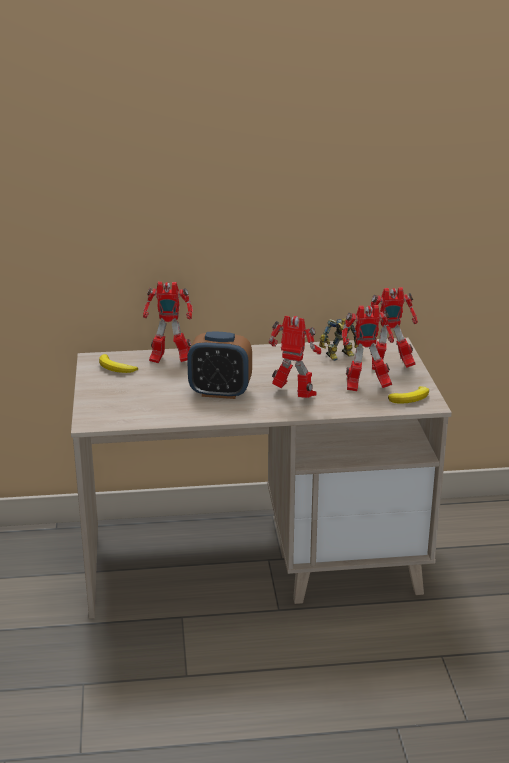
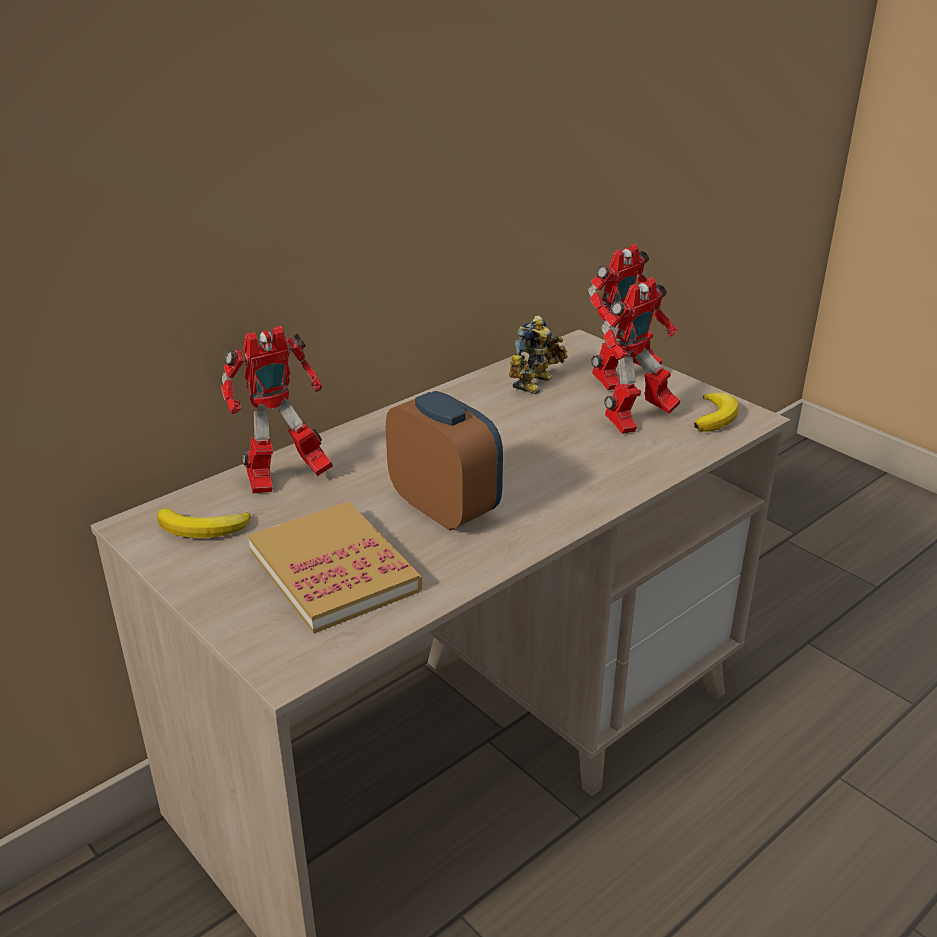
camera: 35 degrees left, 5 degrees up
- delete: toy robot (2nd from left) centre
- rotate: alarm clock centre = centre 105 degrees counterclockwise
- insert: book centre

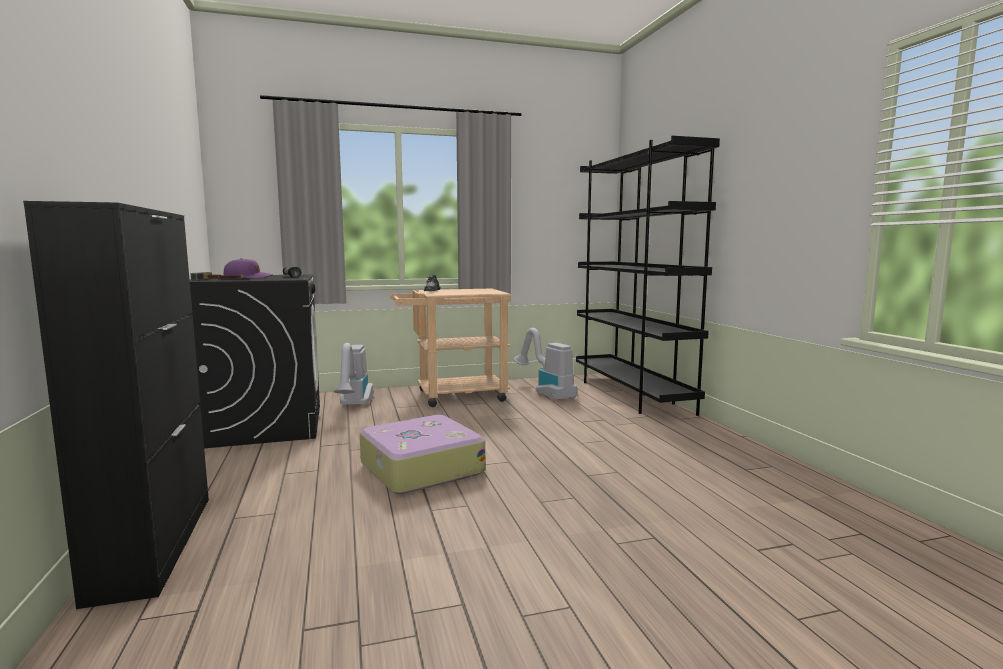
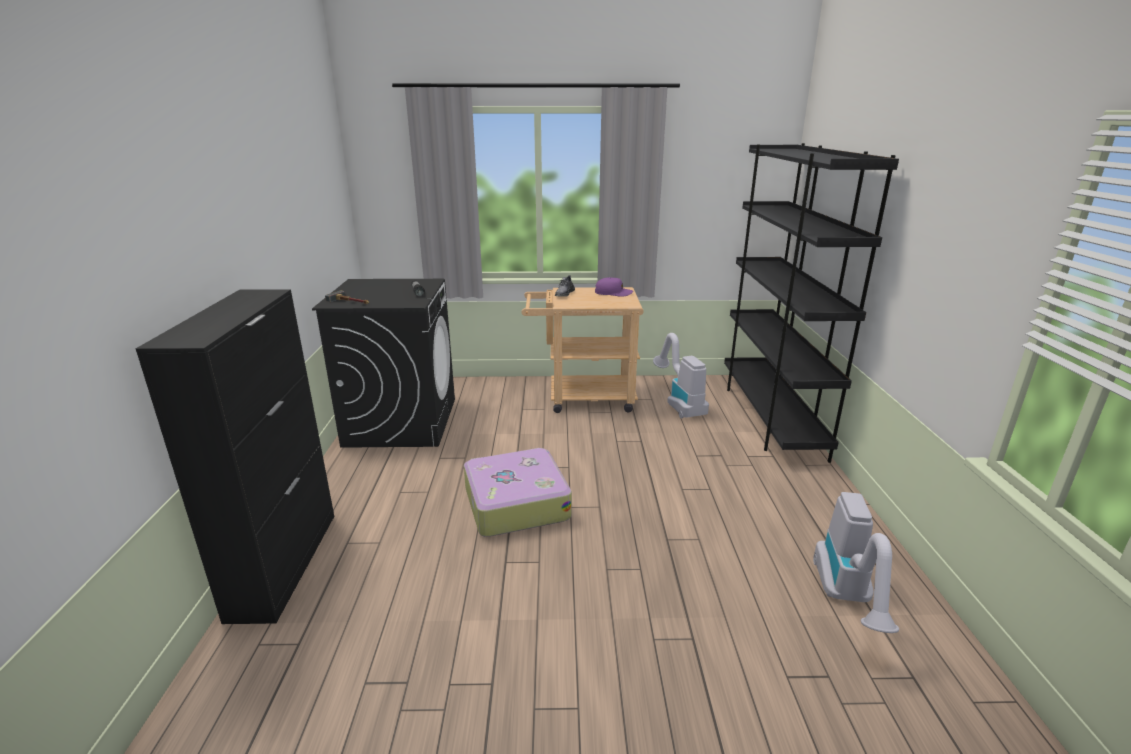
camera: 15 degrees right, 15 degrees up
- move: purple cap middle left to centre
- move: vacuum cleaner (1st from left in the first image) centre to vacuum cleaner (2nd from left) bottom right

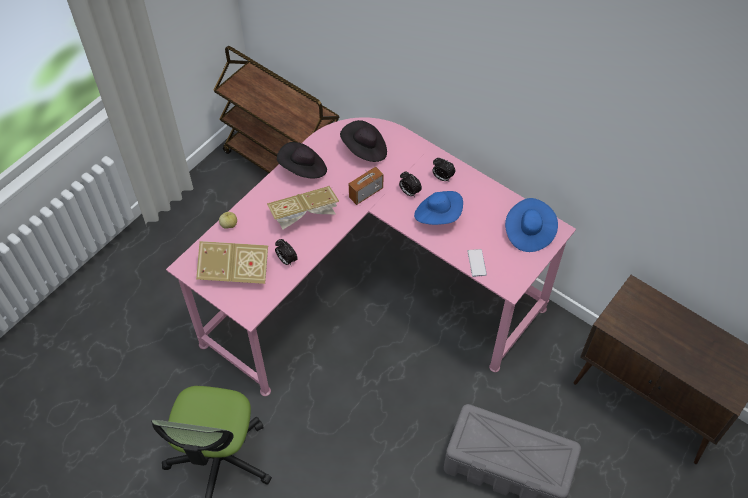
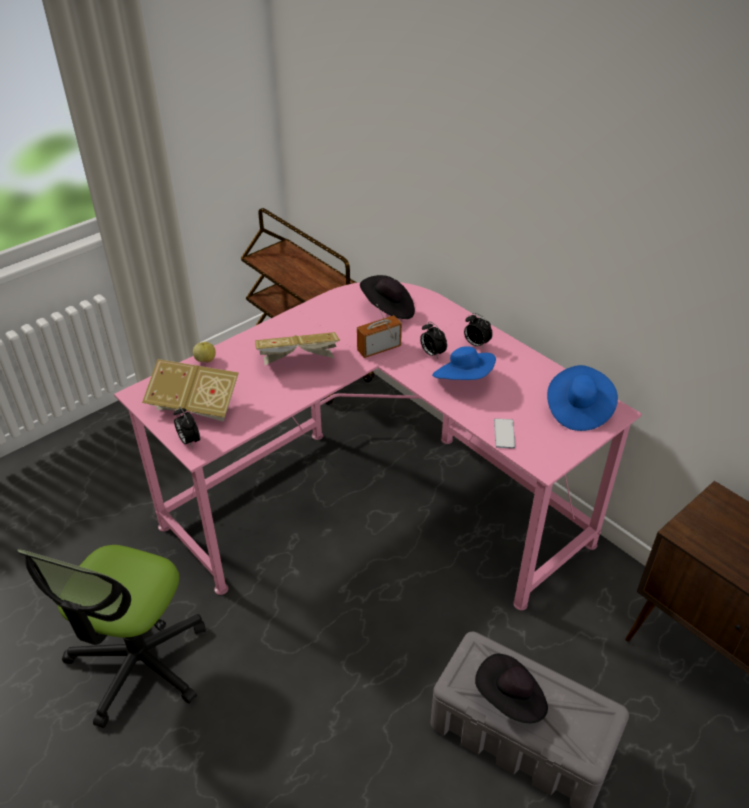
camera: 10 degrees right, 15 degrees down
- move: black hat (1st from left in the first image) top centre to black hat (2nd from left) bottom right
- move: alarm clock (1st from left) centre to middle left

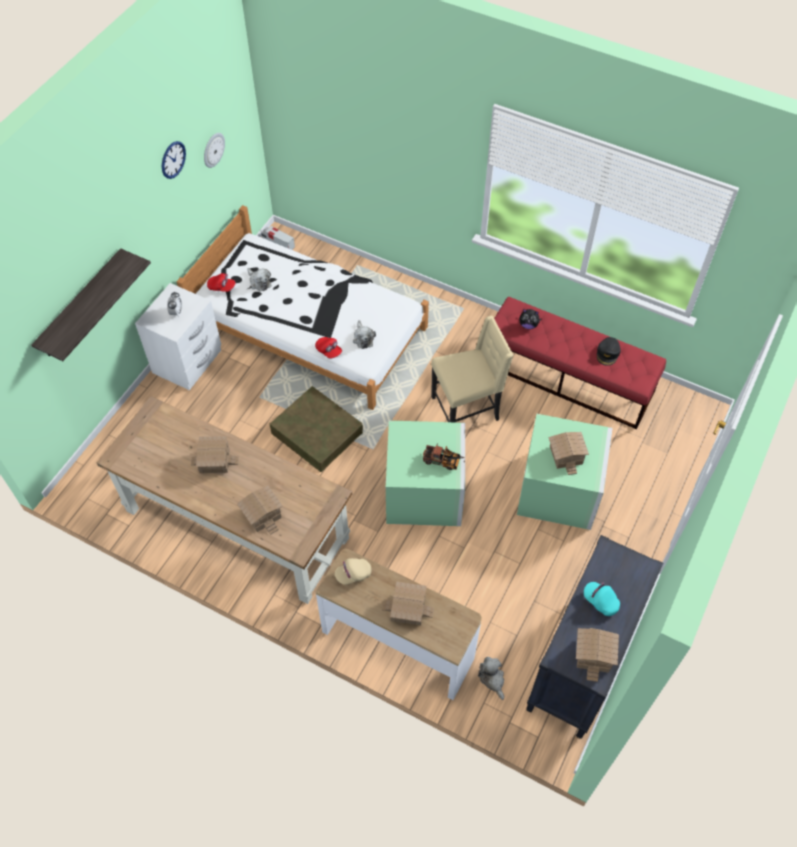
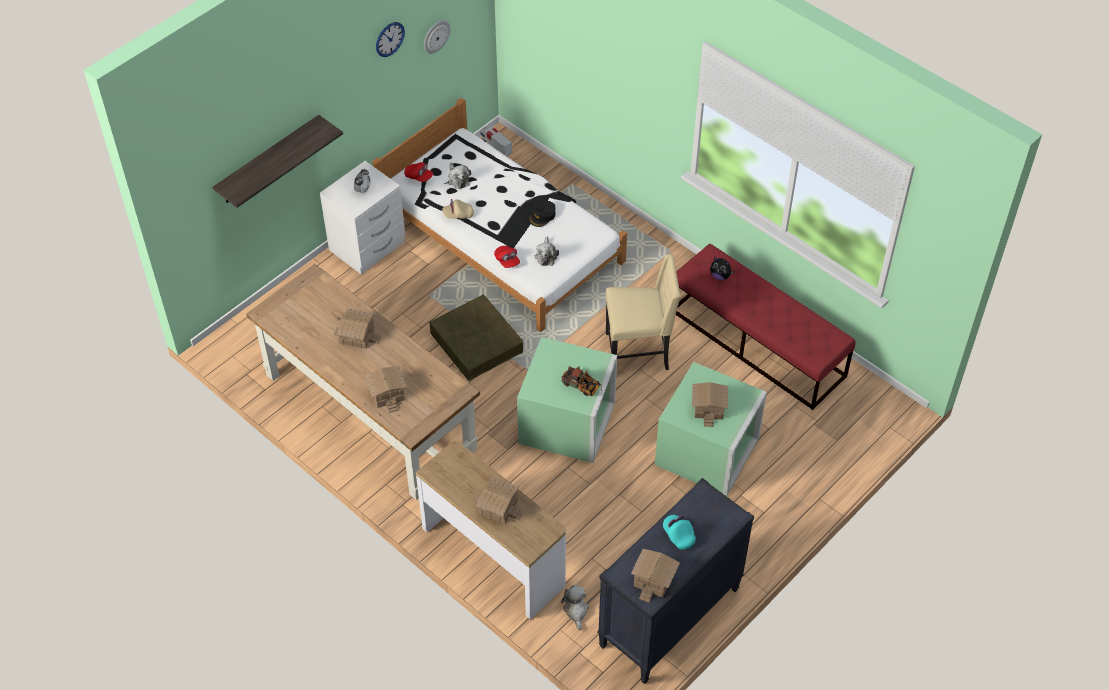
camera: 15 degrees right, 5 degrees down
- move: black cap middle right to top centre
- move: beige cap bottom centre to top centre

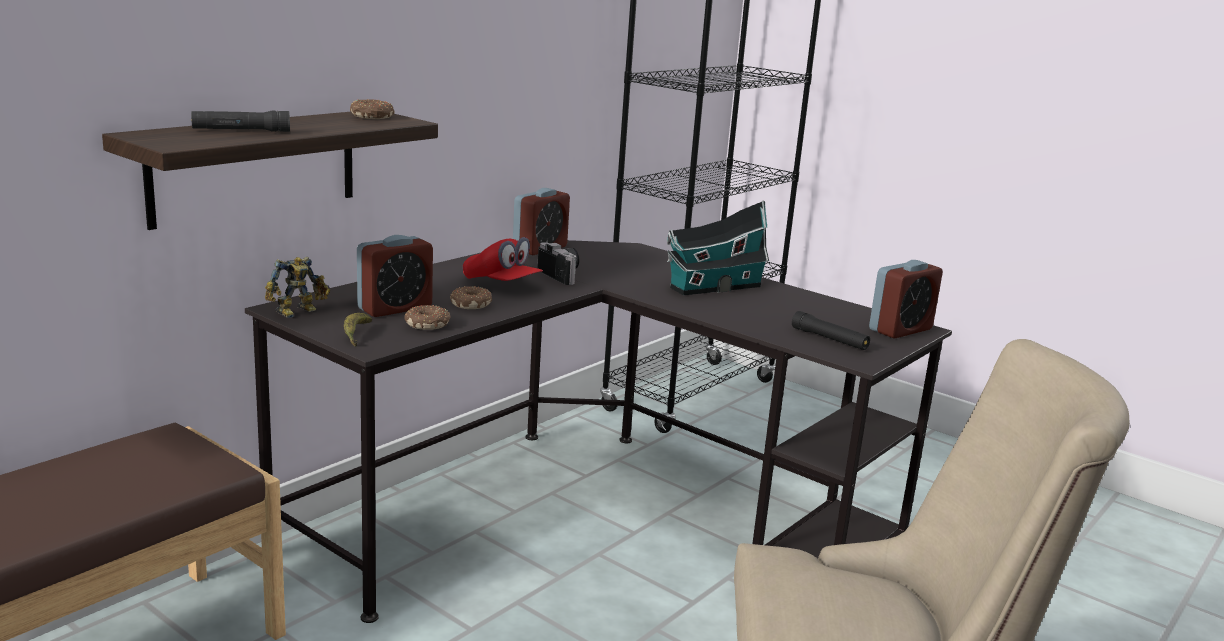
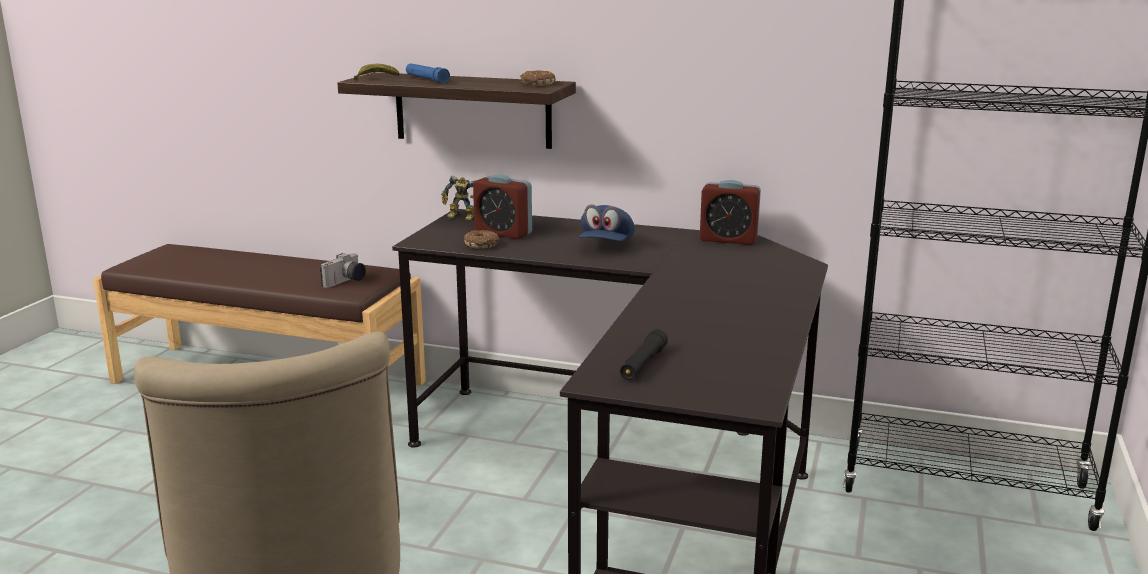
camera: 70 degrees right, 0 degrees up
- recolor: black flashlight (1st from left) top left to blue flashlight top centre
- delete: toy house centre
- recolor: red cap centre to blue cap centre
- move: photo camera centre to middle left
- delete: alarm clock (3rd from left) middle right
- delete: donut (3rd from left) centre
- move: banana middle left to top left

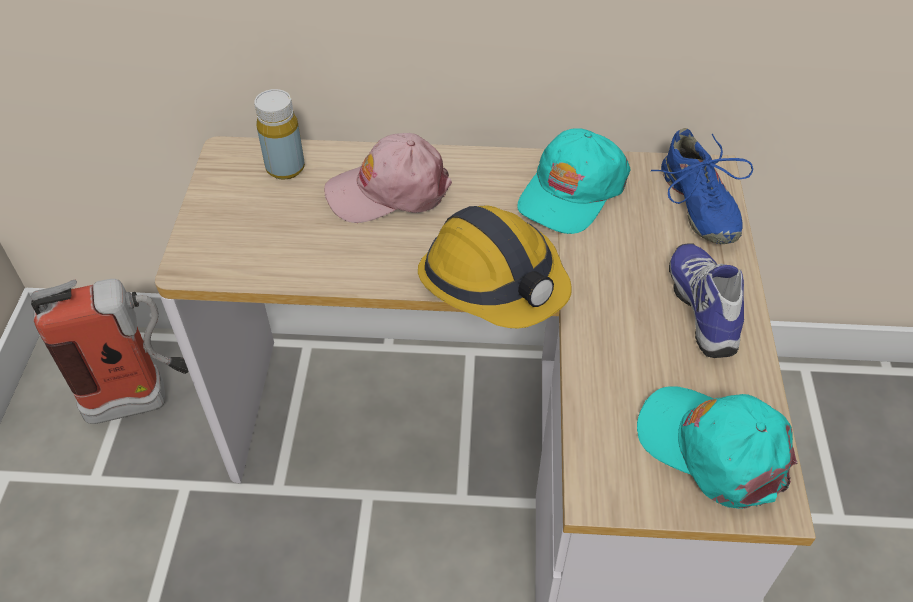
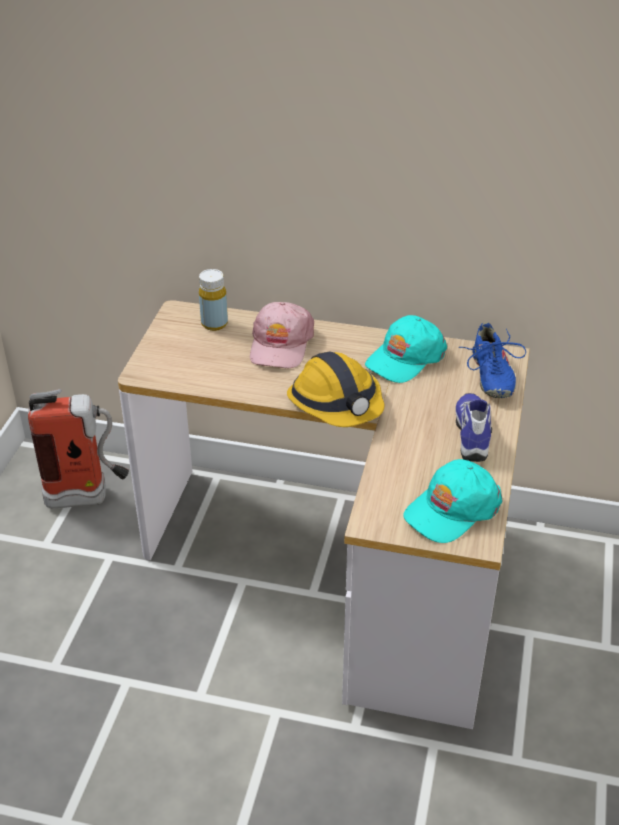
camera: 10 degrees right, 10 degrees down
- rotate: pink cap top centre = centre 75 degrees counterclockwise
- rotate: turquoise cap (2nd from left) bottom right = middle right 90 degrees counterclockwise

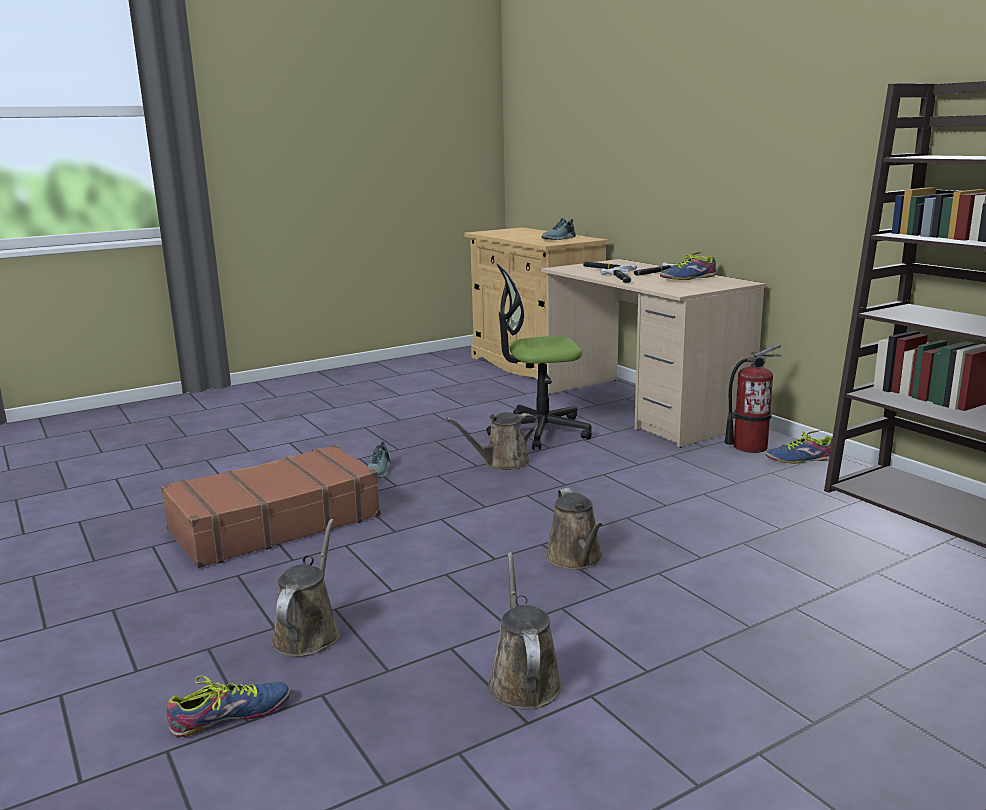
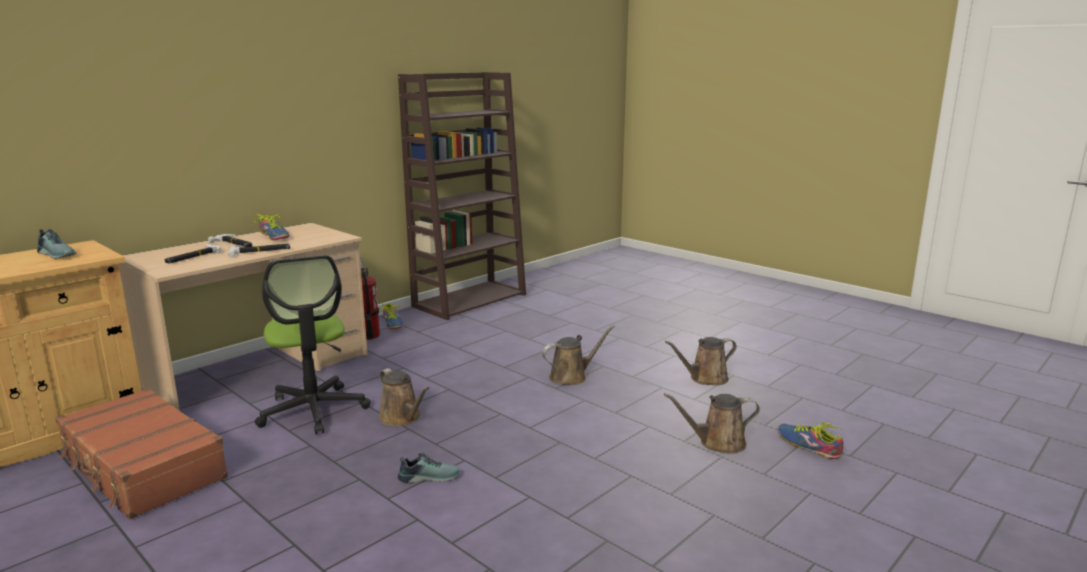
camera: 105 degrees left, 0 degrees up
- move: brown suitcase middle left to bottom left

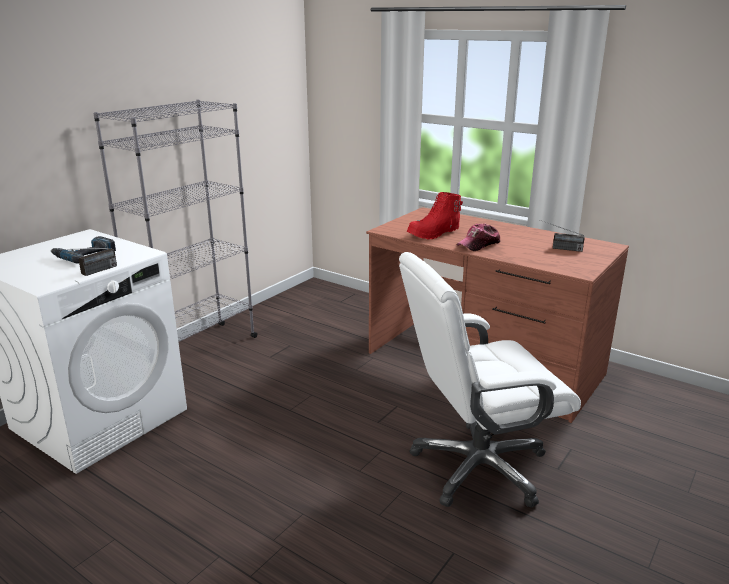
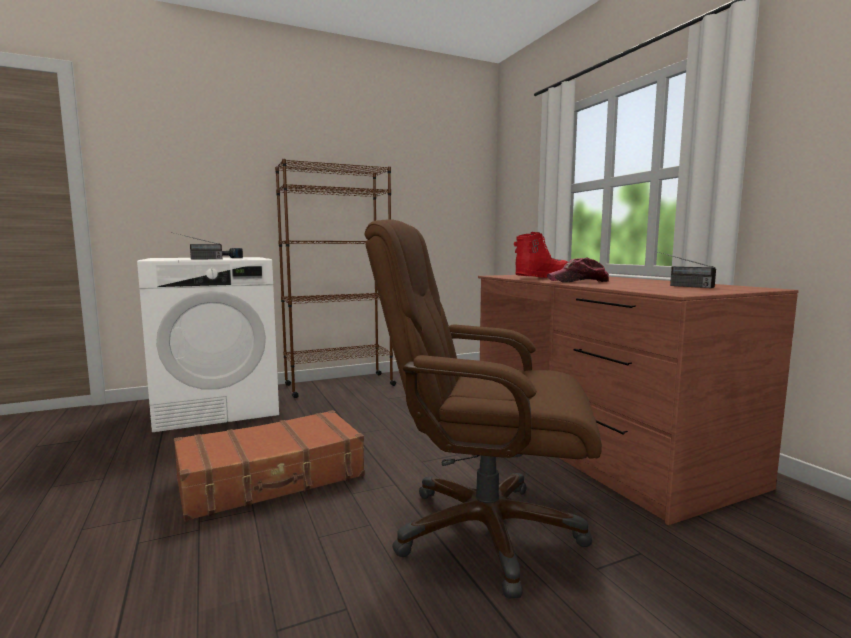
camera: 30 degrees right, 15 degrees down
- recolor: grey bookcase middle left to brown bookcase centre
- rotate: red boot centre = centre 150 degrees clockwise
- recolor: white office chair middle right to brown office chair centre
- insert: brown suitcase bottom left

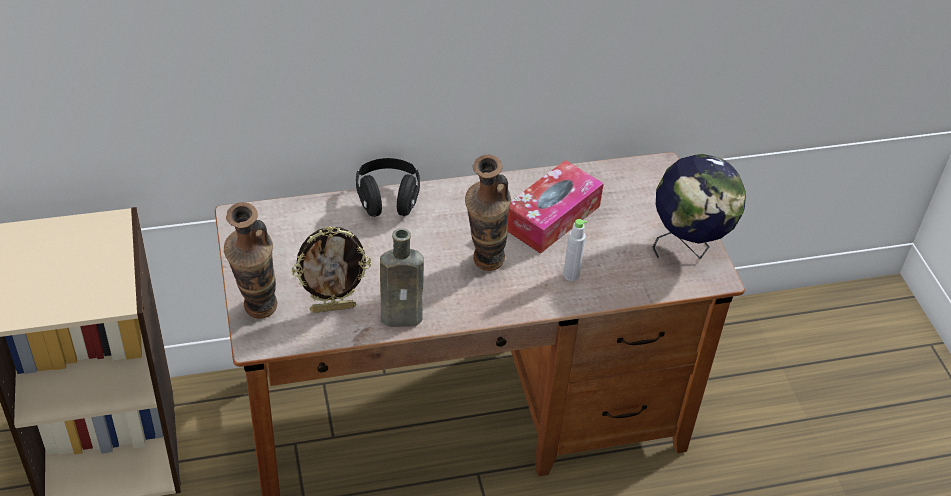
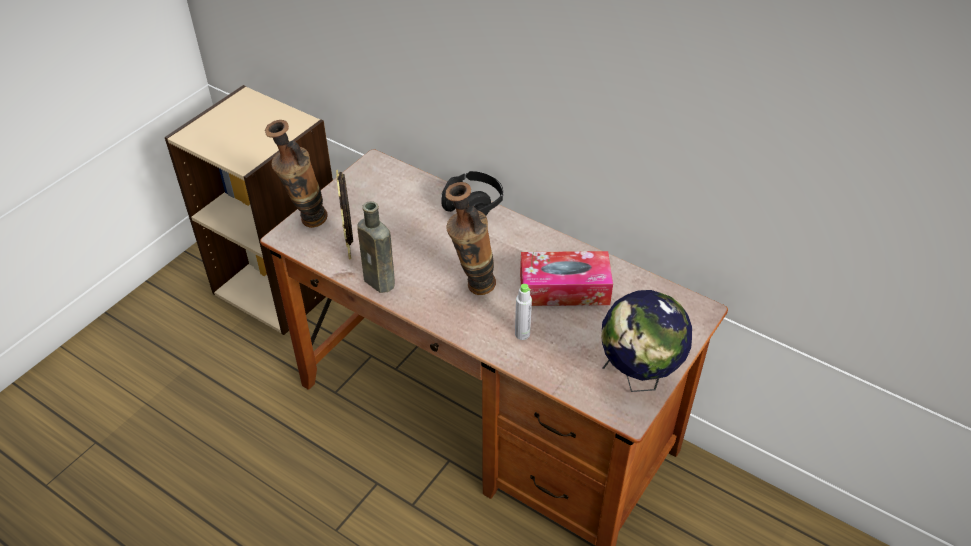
camera: 50 degrees right, 0 degrees up
- rotate: picture frame centre = centre 45 degrees clockwise

